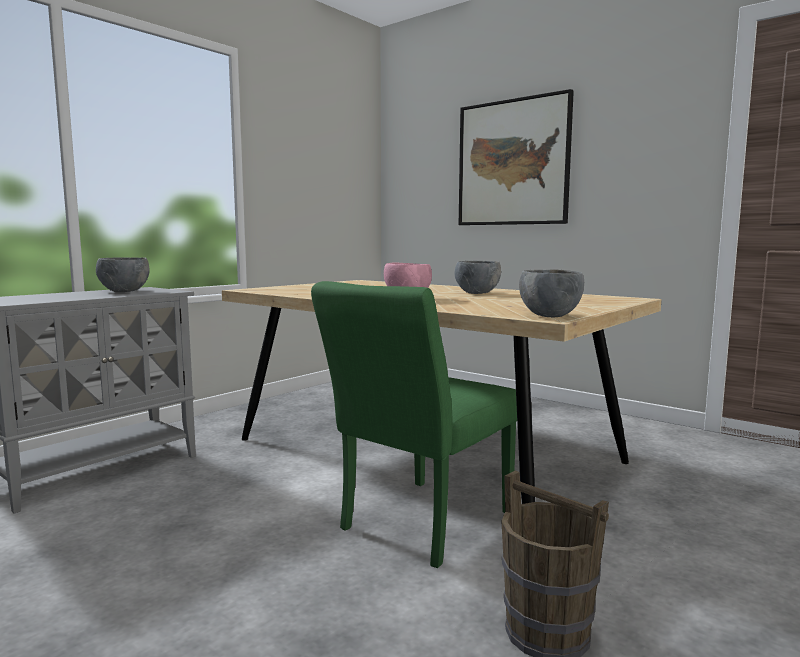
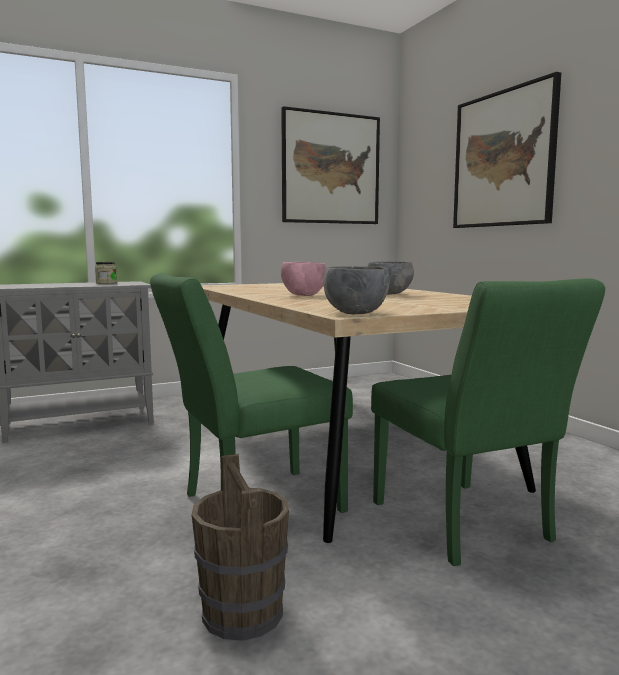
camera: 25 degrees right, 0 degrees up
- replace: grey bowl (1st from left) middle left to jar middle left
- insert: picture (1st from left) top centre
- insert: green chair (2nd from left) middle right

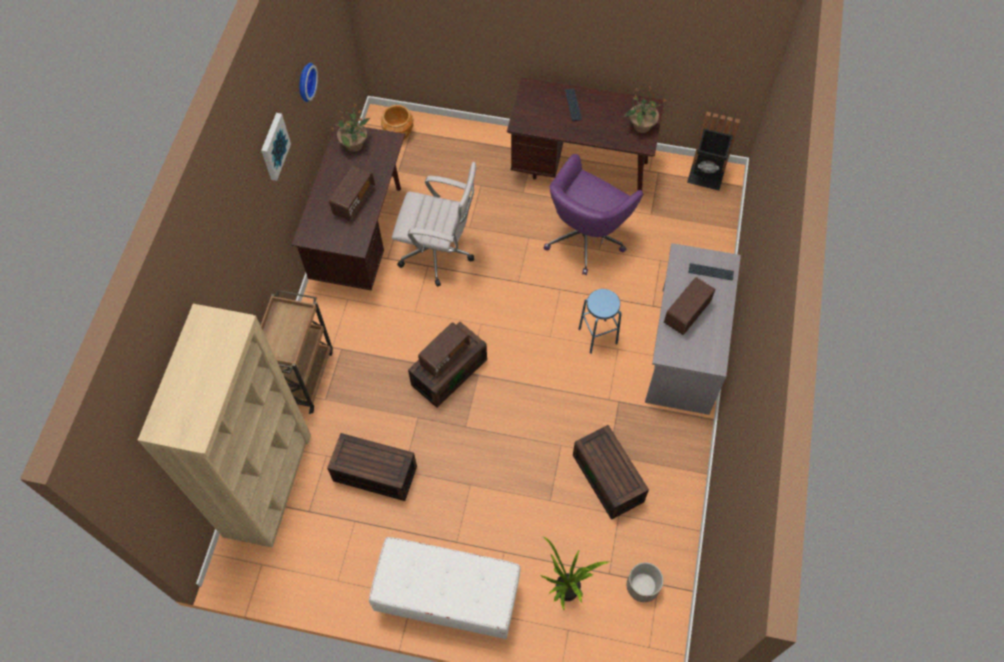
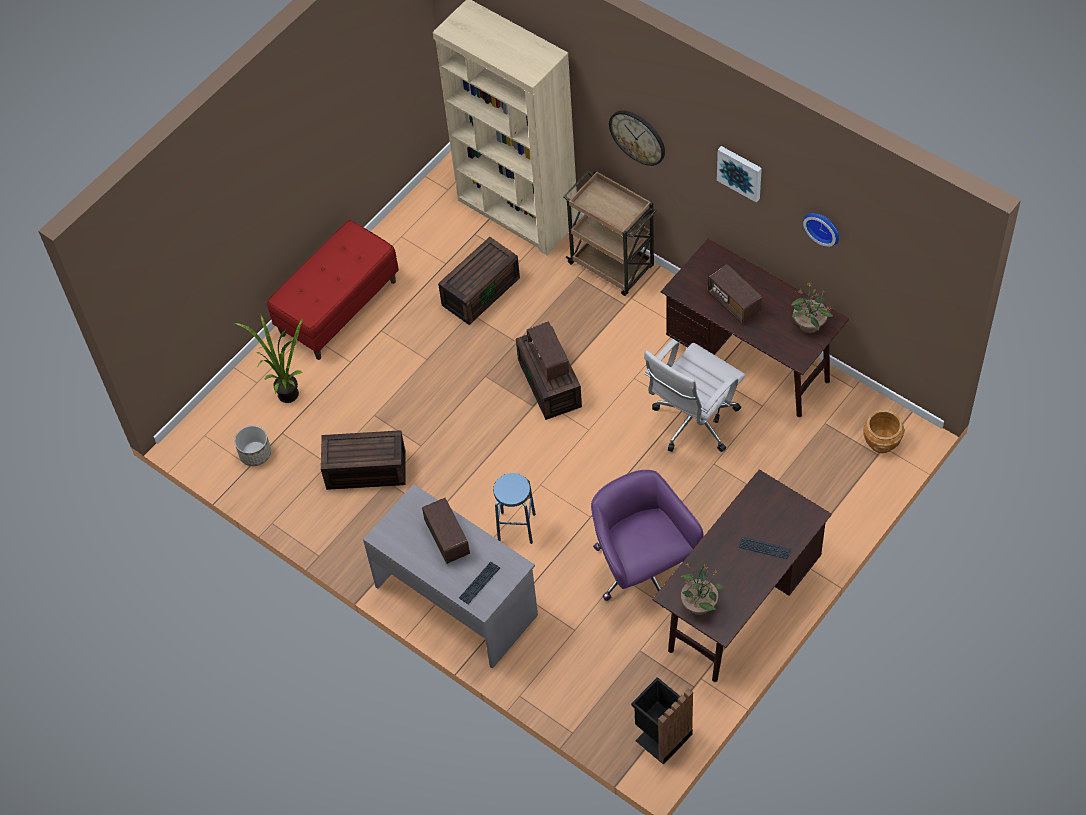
camera: 120 degrees right, 5 degrees down
- recolor: white bench bottom centre to red bench middle left
- insert: wall clock (1st from left) top centre

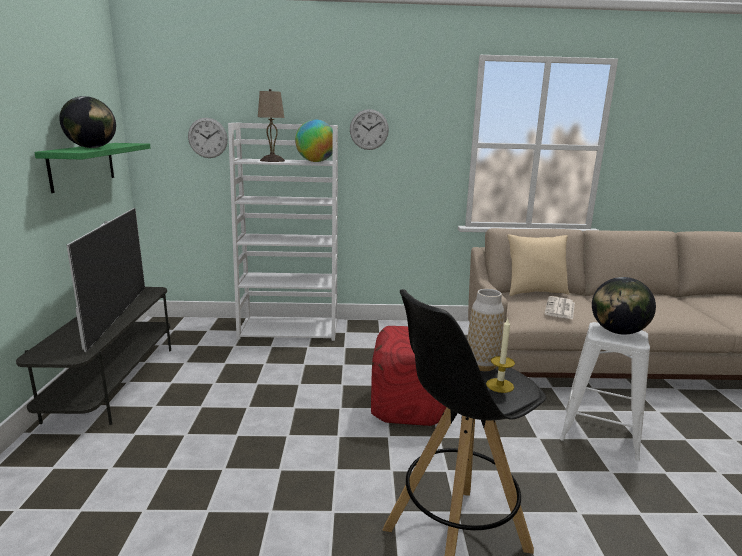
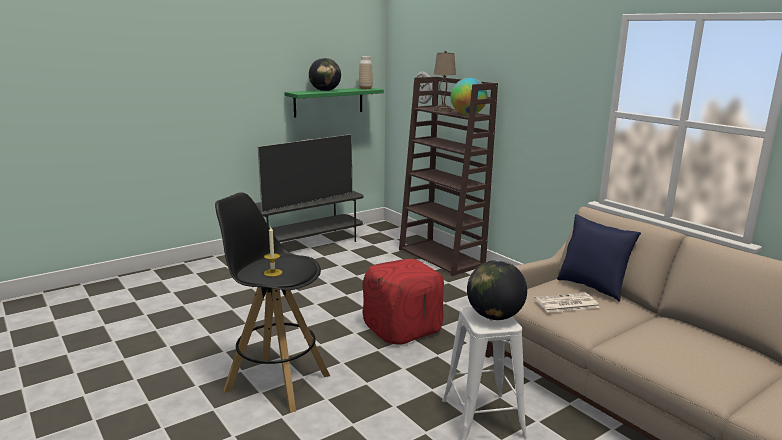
camera: 55 degrees right, 0 degrees up
- delete: wall clock (2nd from left) top centre
- recolor: white bookcase centre to brown bookcase centre
- recolor: beige pillow middle right to blue pillow middle right
- move: vase centre to top centre

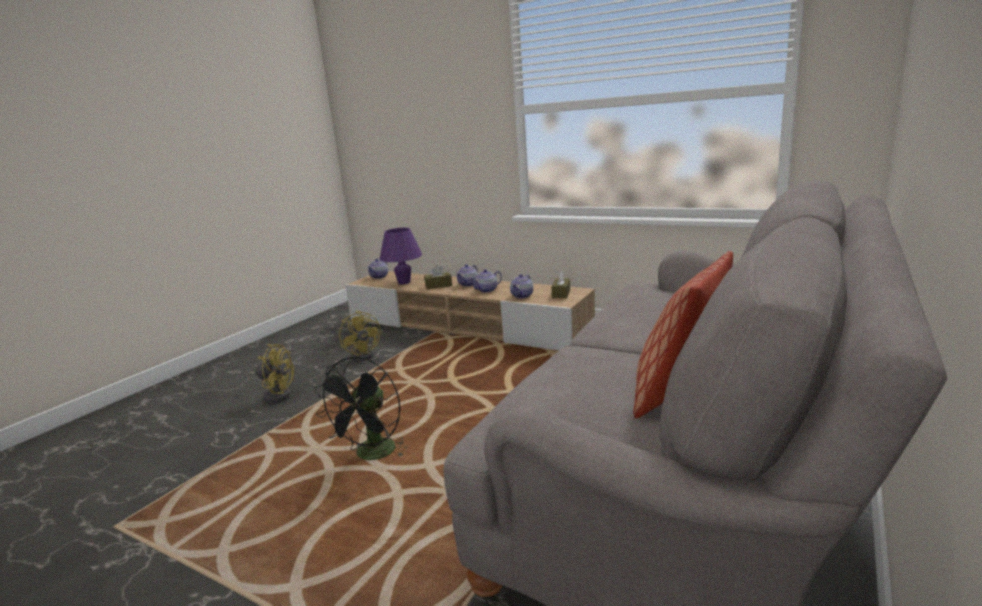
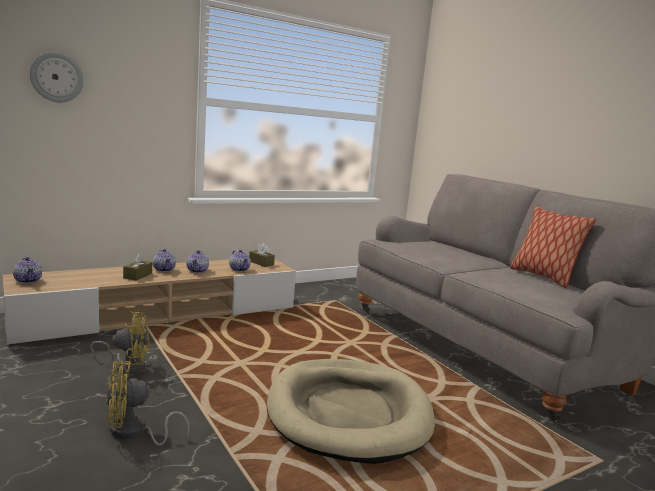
camera: 65 degrees left, 5 degrees down
- delete: purple table lamp centre
- rotate: yellow fan (1st from left in the first image) middle left = bottom left 150 degrees counterclockwise
- replace: black fan bottom centre to beige dog bed bottom centre
- insert: wall clock top left

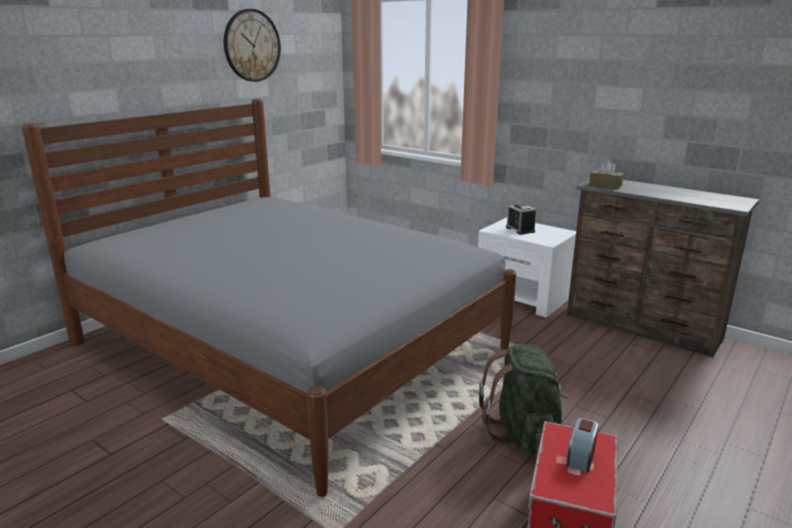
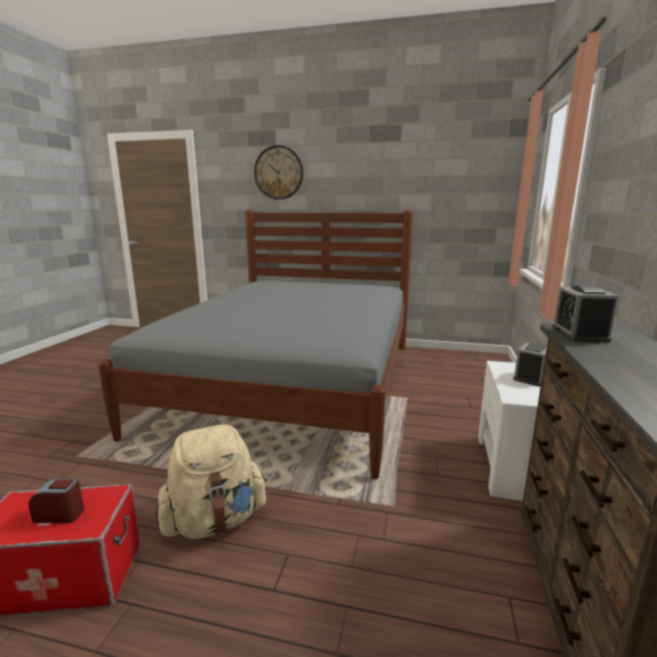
camera: 65 degrees right, 5 degrees down
- move: wall clock top left to top centre
- replace: brown tissue box top right to alarm clock (3rd from left) middle right
- recolor: green backpack bottom centre to beige backpack bottom left

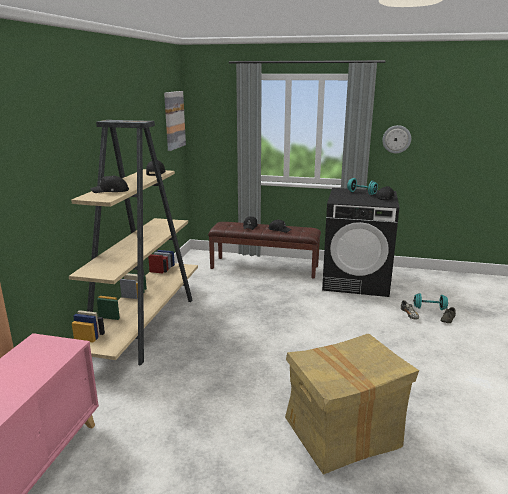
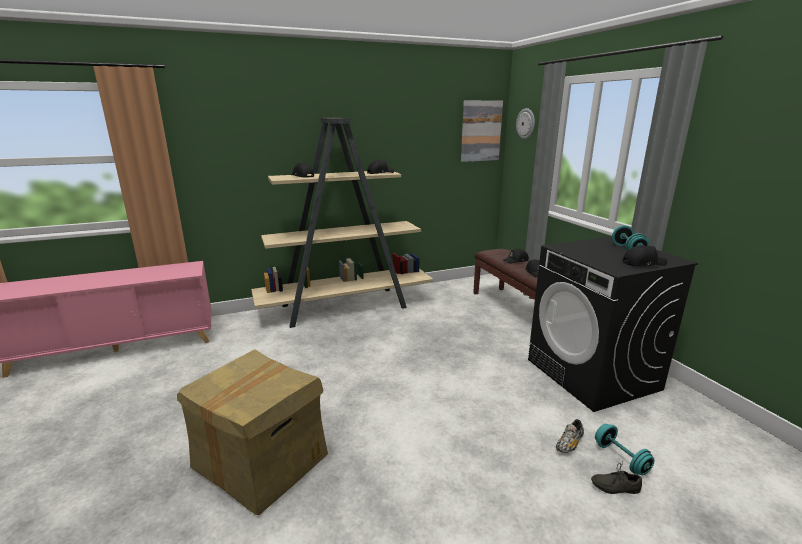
camera: 55 degrees right, 0 degrees up
- move: wall clock top right to top centre

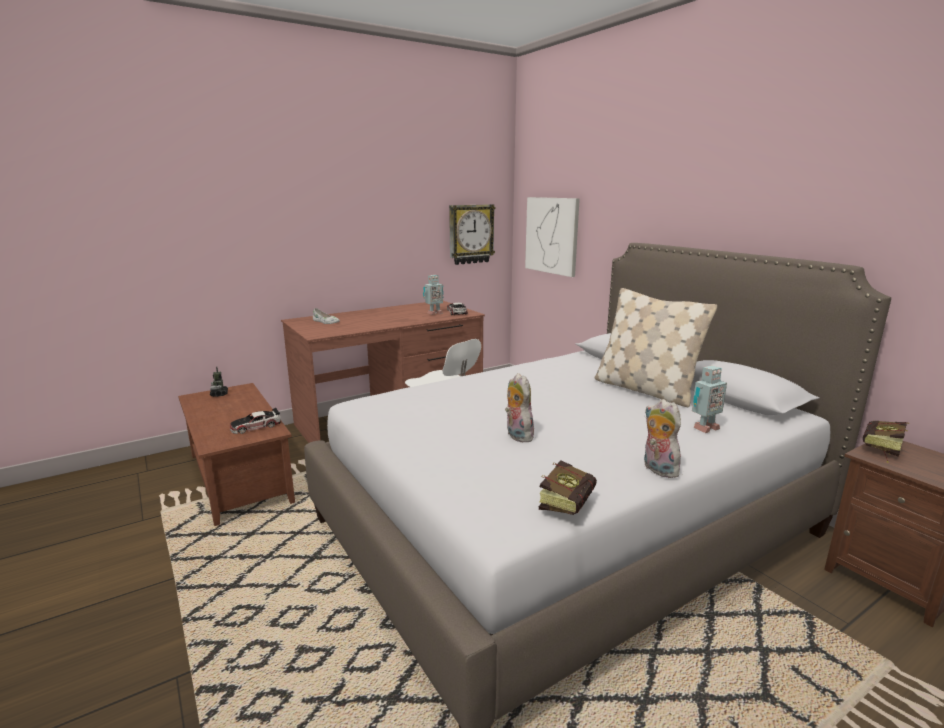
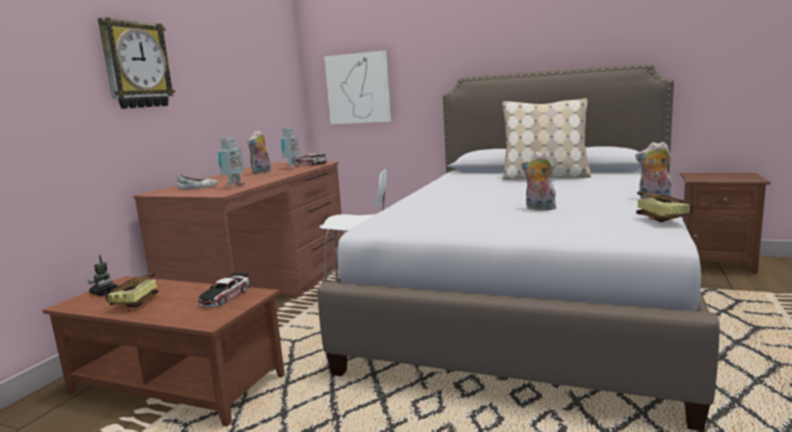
camera: 35 degrees left, 5 degrees down
- move: wall clock top centre to top left
- move: toy robot (3rd from left in the first image) middle right to toy robot (2nd from left) middle left
- move: book (2nd from left in the first image) middle right to book (1st from left) bottom left
- insert: plush toy (1st from left) middle left

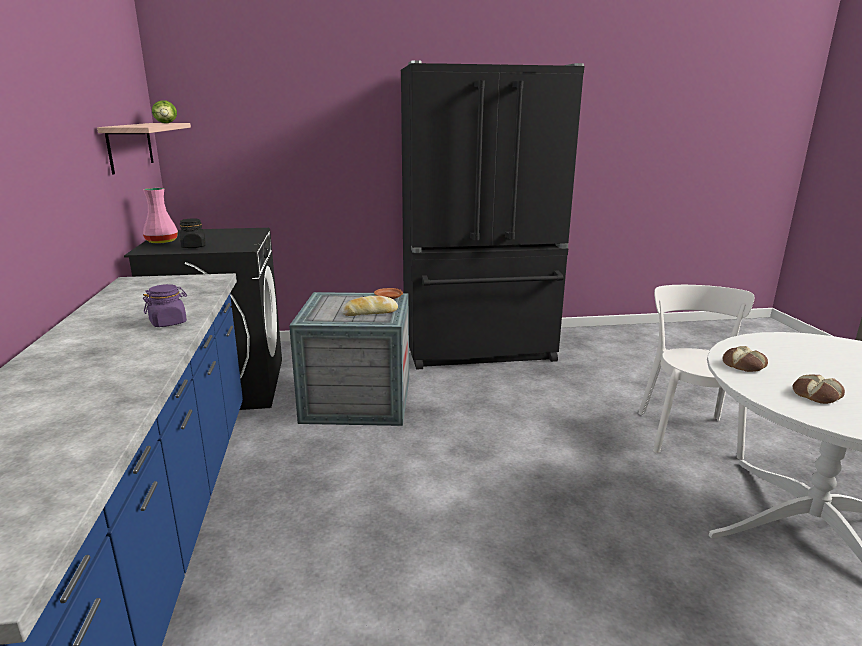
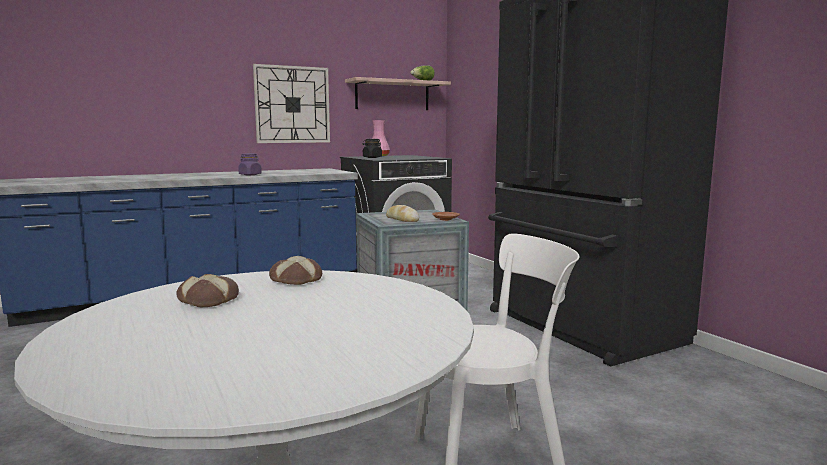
camera: 70 degrees right, 10 degrees down
- insert: wall clock top centre

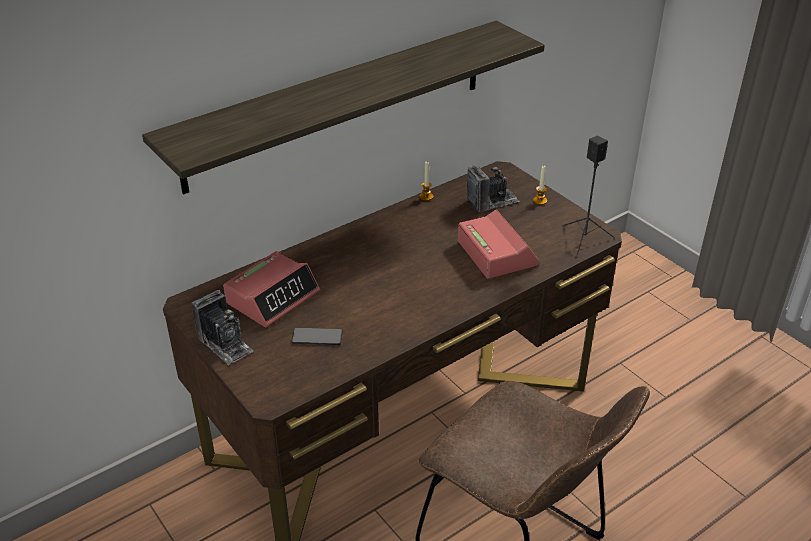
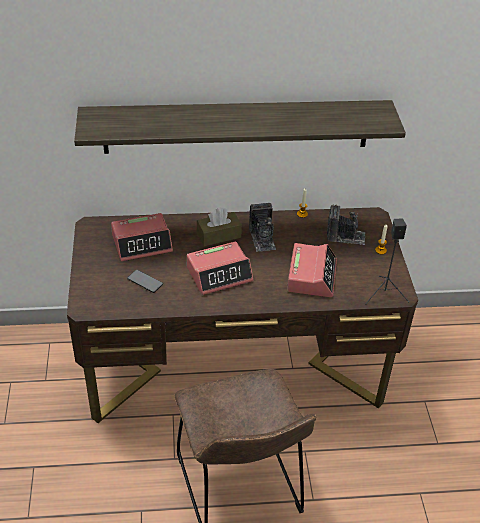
camera: 30 degrees right, 5 degrees up
- move: photo camera (1st from left) middle left to centre
- insert: brown tissue box centre
- insert: alarm clock (2nd from left) centre

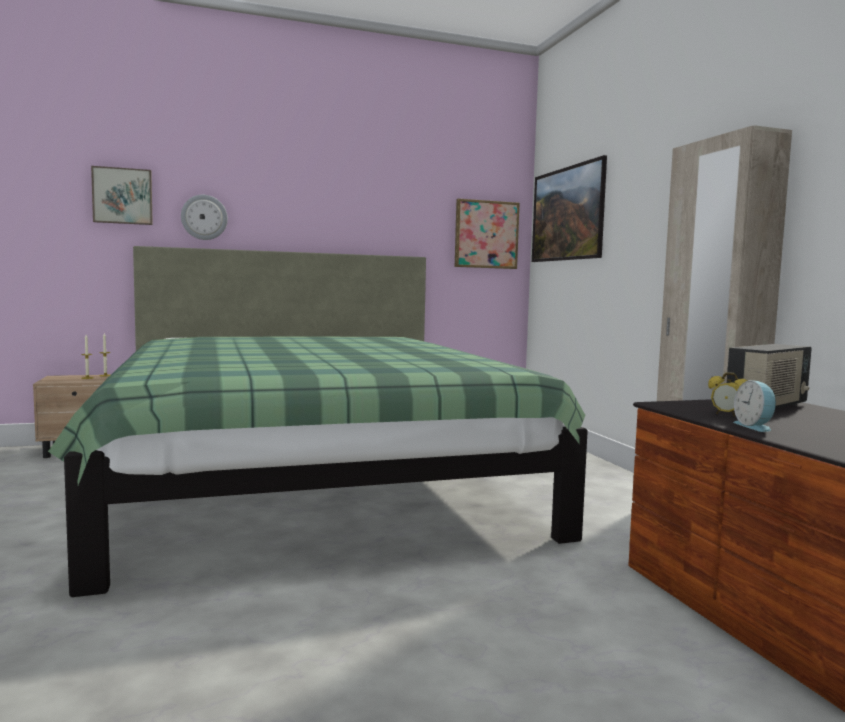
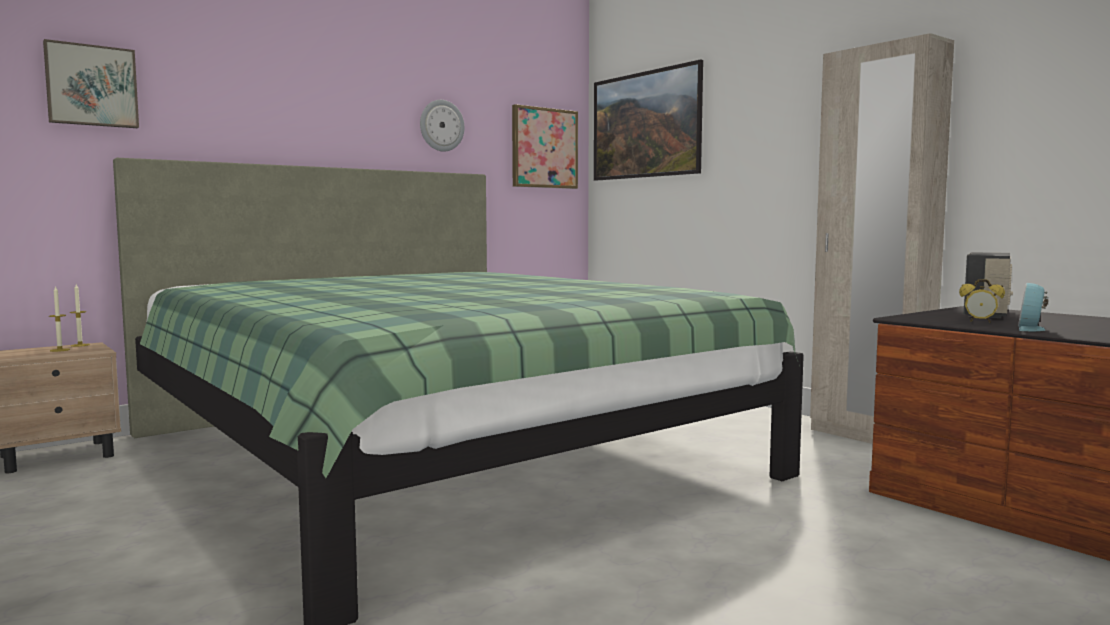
camera: 20 degrees left, 0 degrees up
- move: wall clock top left to top centre
- rotate: alarm clock (2nd from left) middle right = middle right 60 degrees clockwise

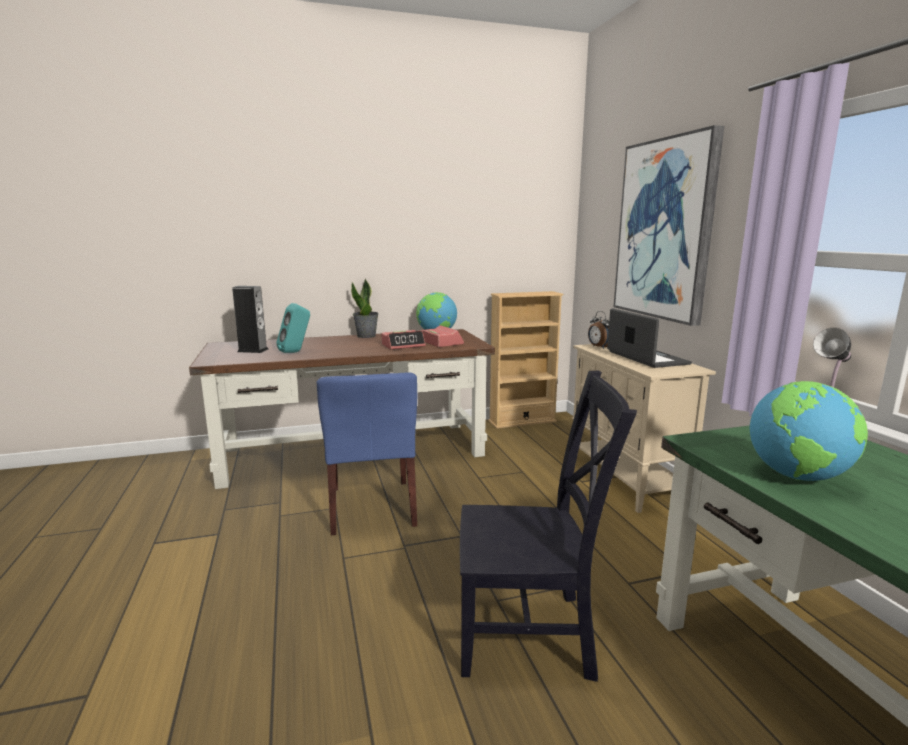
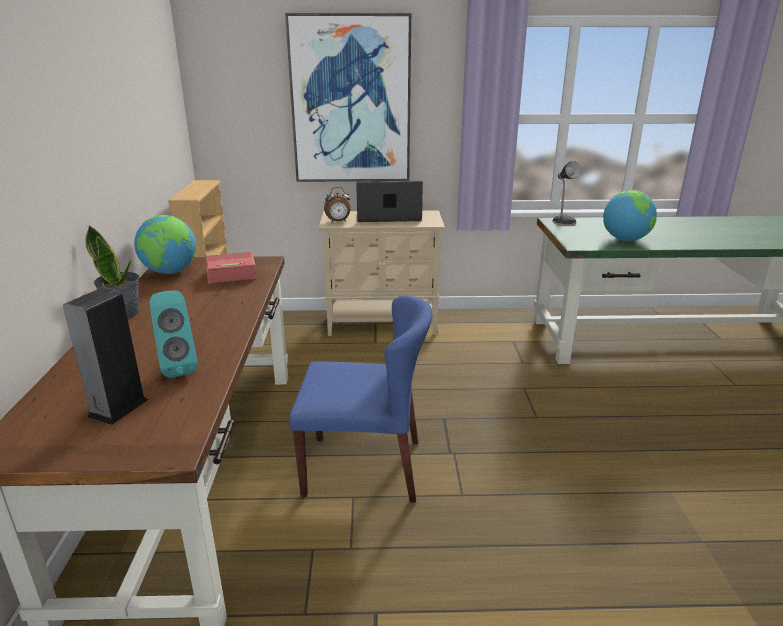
camera: 75 degrees left, 10 degrees up
- delete: alarm clock (1st from left) centre
- delete: black chair bottom centre

